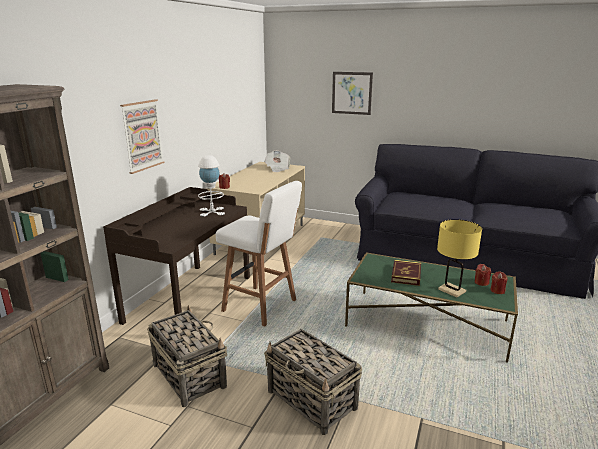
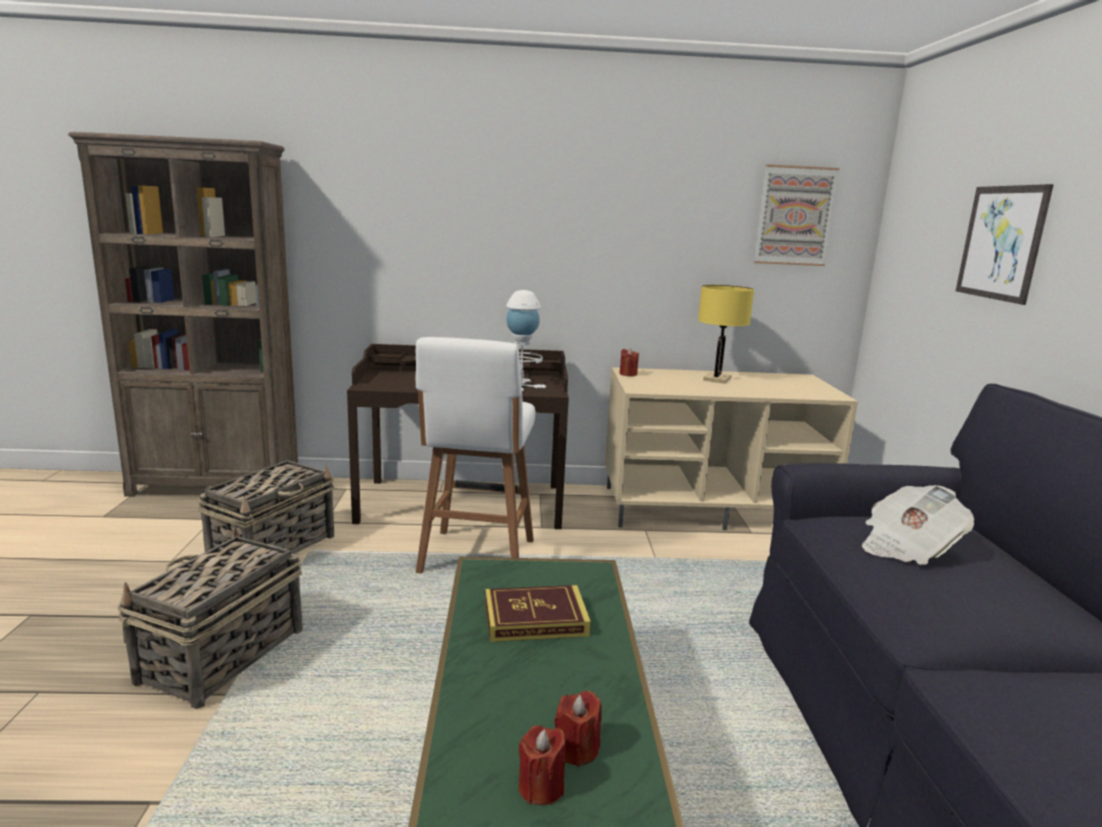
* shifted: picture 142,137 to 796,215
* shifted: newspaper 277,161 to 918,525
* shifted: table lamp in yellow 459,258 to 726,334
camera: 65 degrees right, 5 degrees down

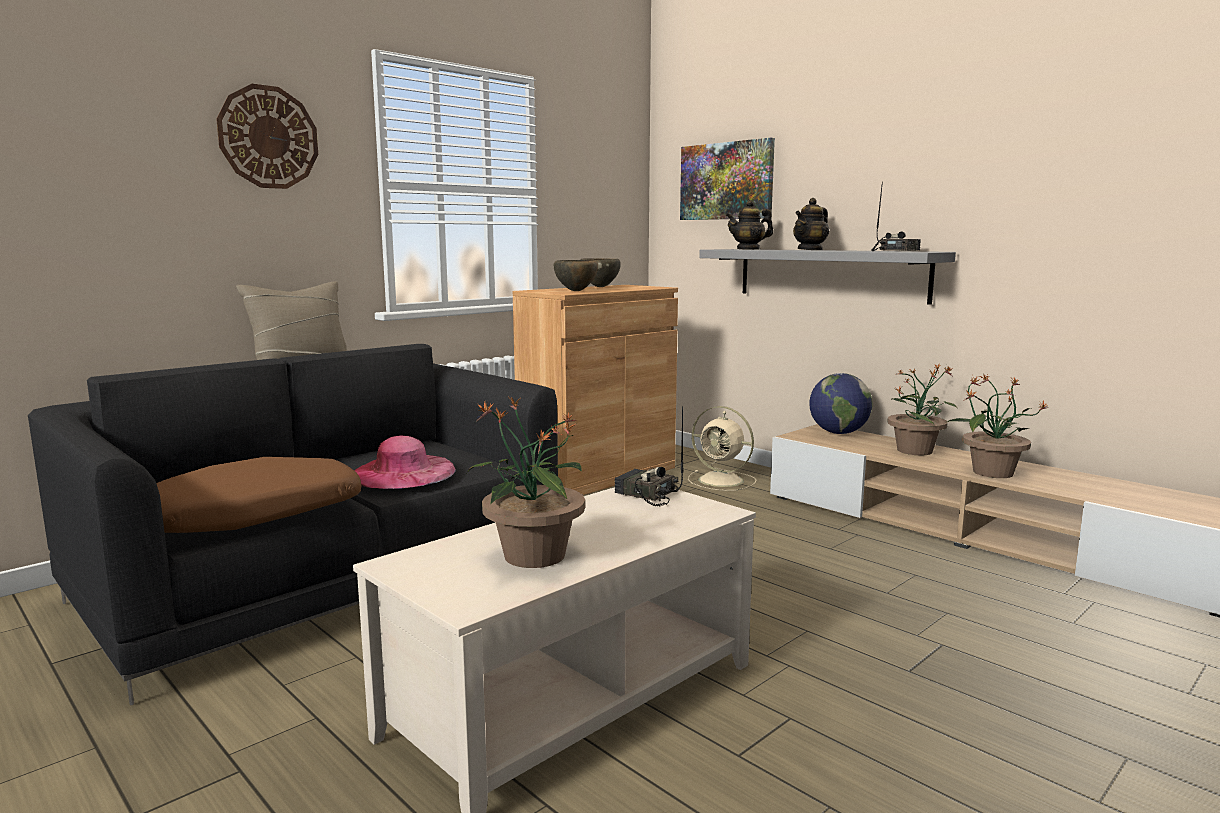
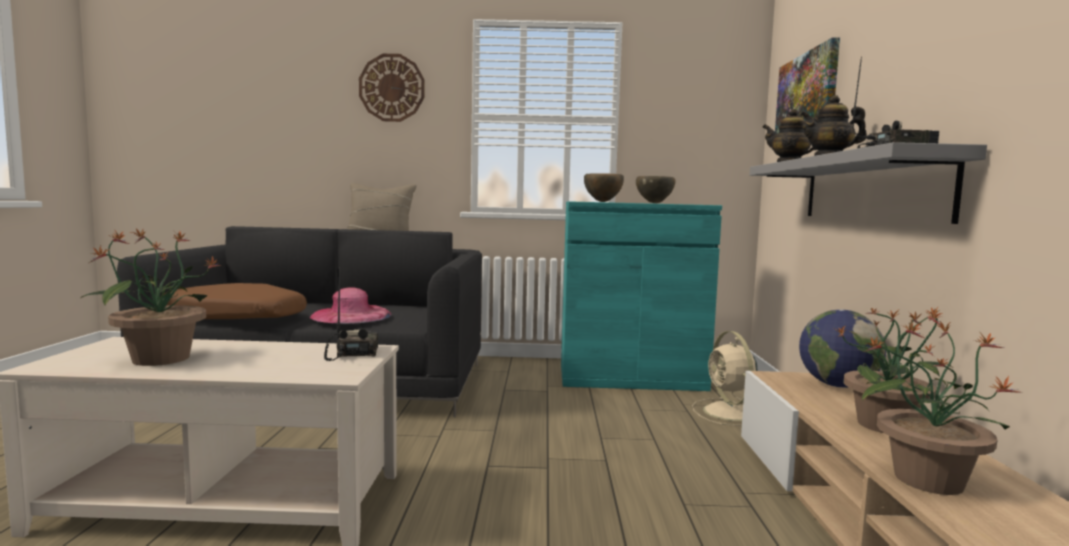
* repainted: cabinet in brown 595,390 to cabinet in turquoise 641,296
camera: 45 degrees right, 5 degrees down

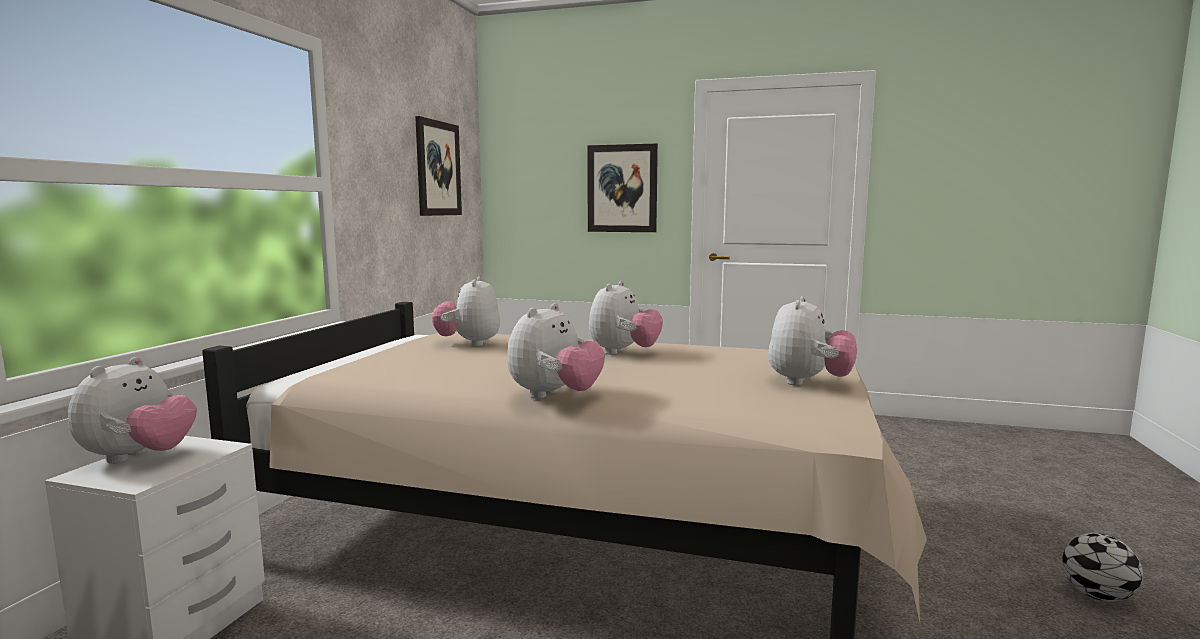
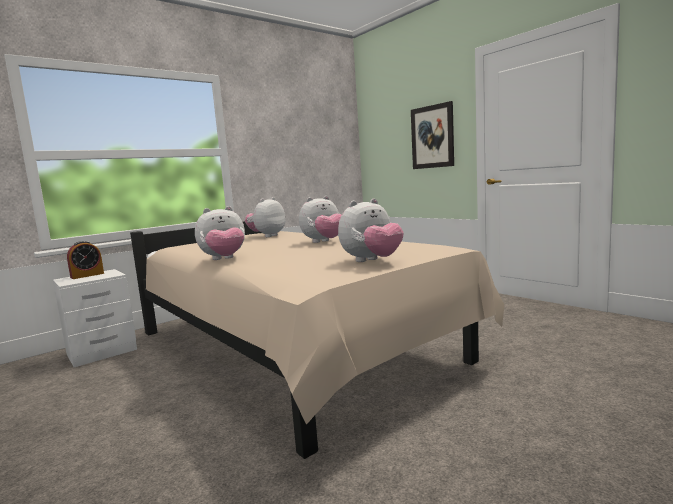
* gone: picture 438,166
* swapped: plush toy 132,410 to alarm clock 85,260
* gone: football 1102,567
camera: 35 degrees right, 0 degrees up

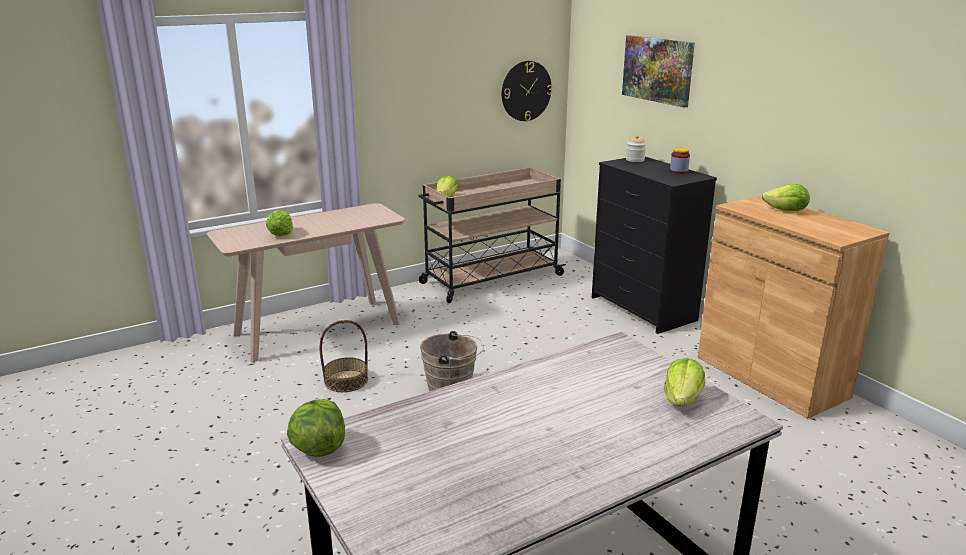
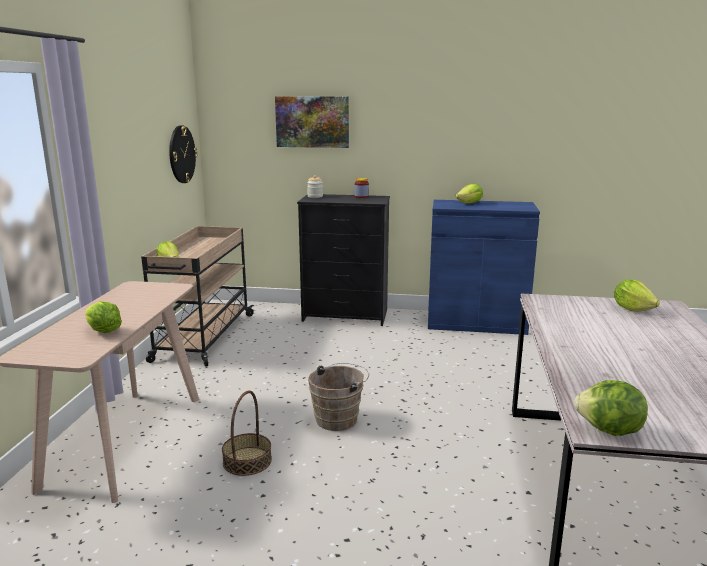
* repainted: cabinet in brown 793,307 to cabinet in blue 484,267
camera: 50 degrees left, 5 degrees down

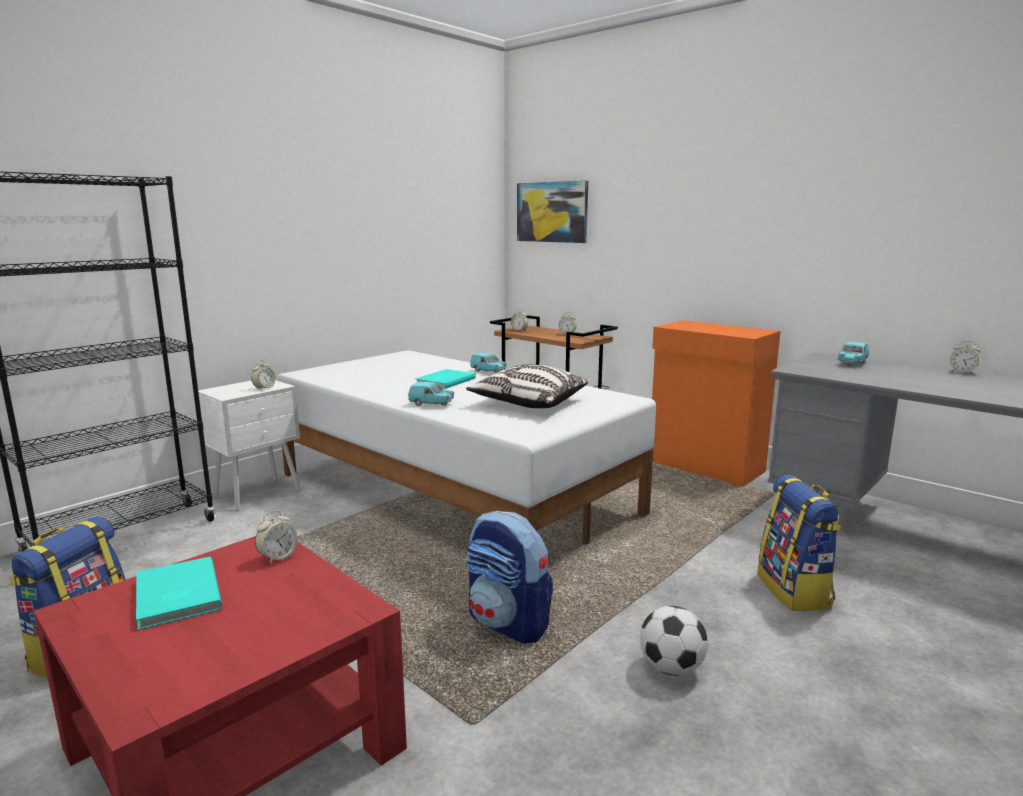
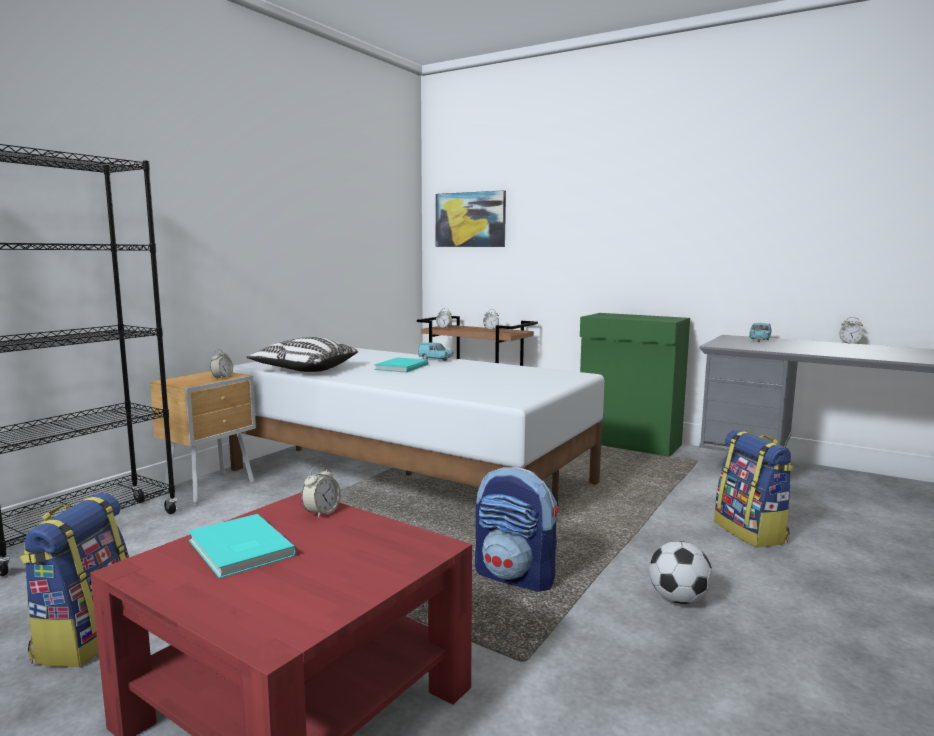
* repainted: cabinet in orange 716,403 to cabinet in green 635,385
* shifted: pillow 527,386 to 302,354
* repainted: nightstand in white 249,445 to nightstand in brown 203,437
* gone: toy car in turquoise 431,394
camera: 10 degrees left, 5 degrees down

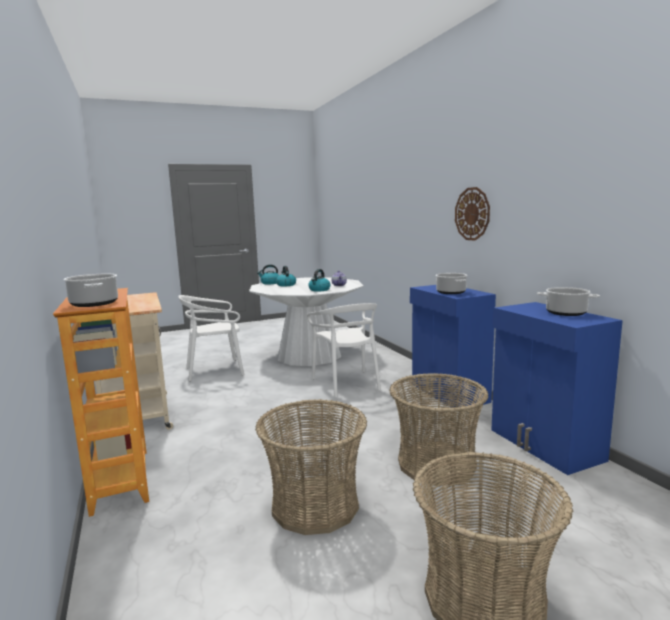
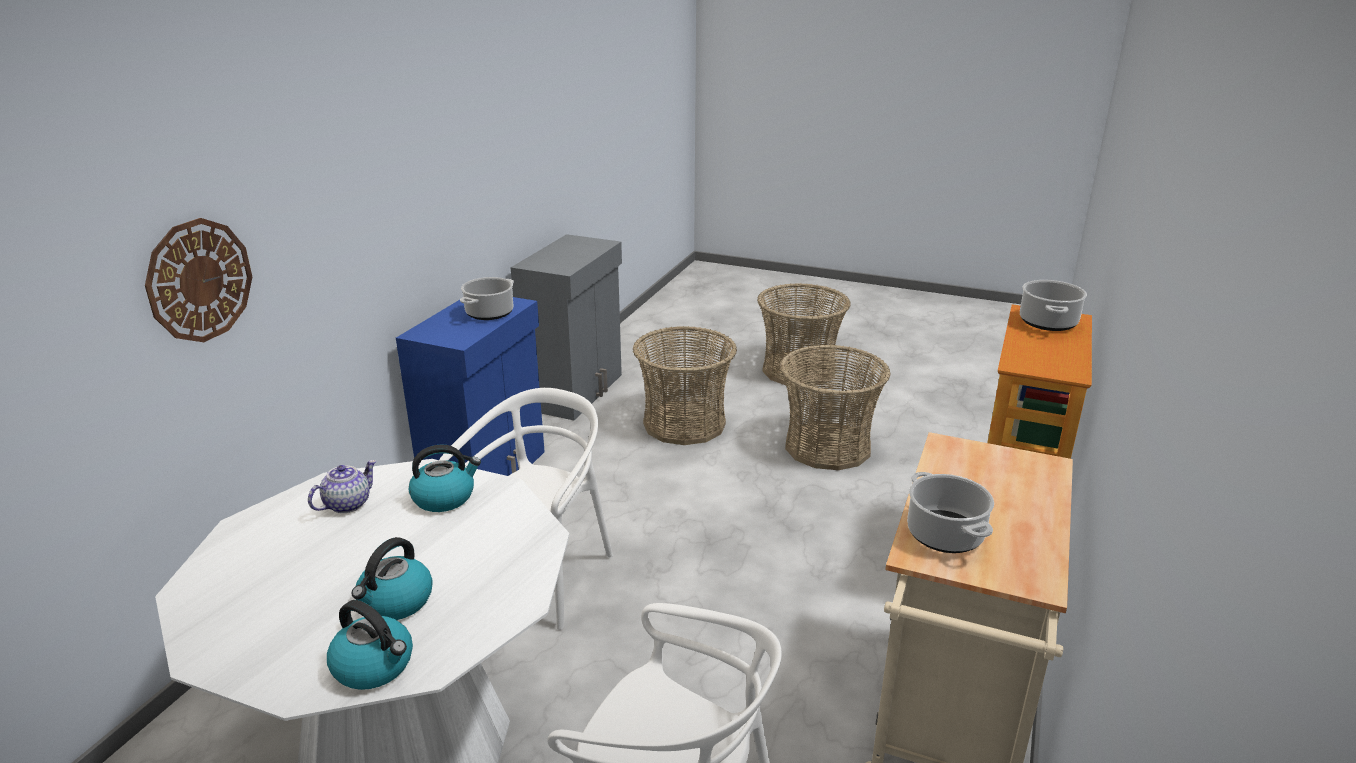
* shifted: wall clock 472,214 to 198,280
* shifted: cooking pot 568,301 to 950,512
* repainted: cabinet in blue 557,388 to cabinet in grey 566,327
camera: 135 degrees left, 15 degrees up

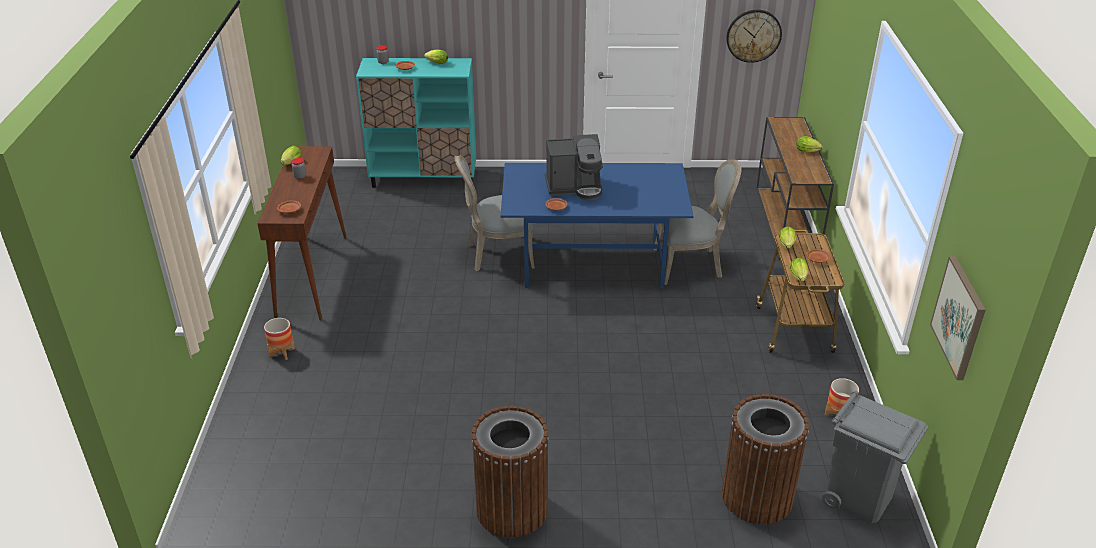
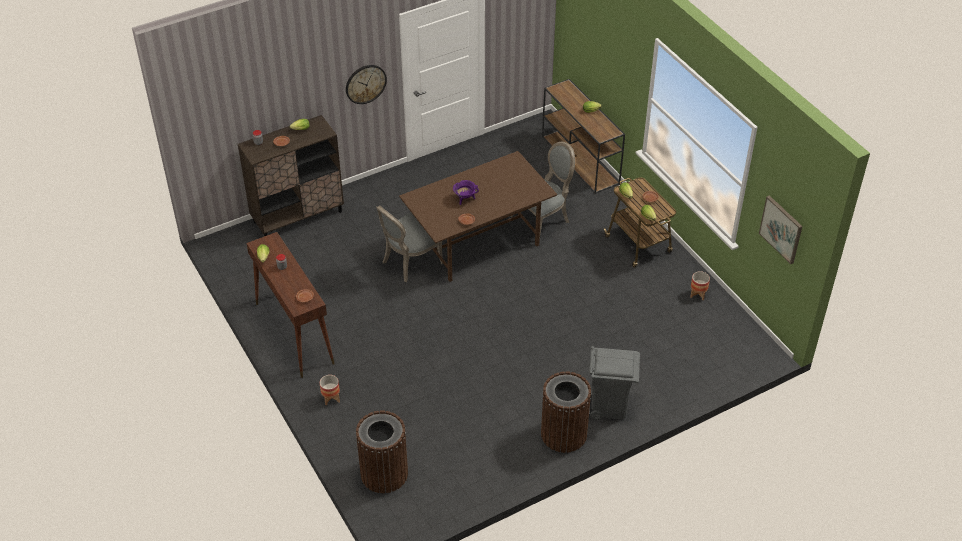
* shifted: wall clock 754,36 to 366,84
* repainted: cabinet in turquoise 416,123 to cabinet in brown 291,175
* swapped: coffee machine 574,167 to cooking pot in purple 466,192
* repainted: dining table in blue 597,225 to dining table in brown 478,216
* shifted: trash can in grey 875,456 to 614,383
* shifted: trash can in brown 765,459 to 382,452
camera: 30 degrees left, 10 degrees up

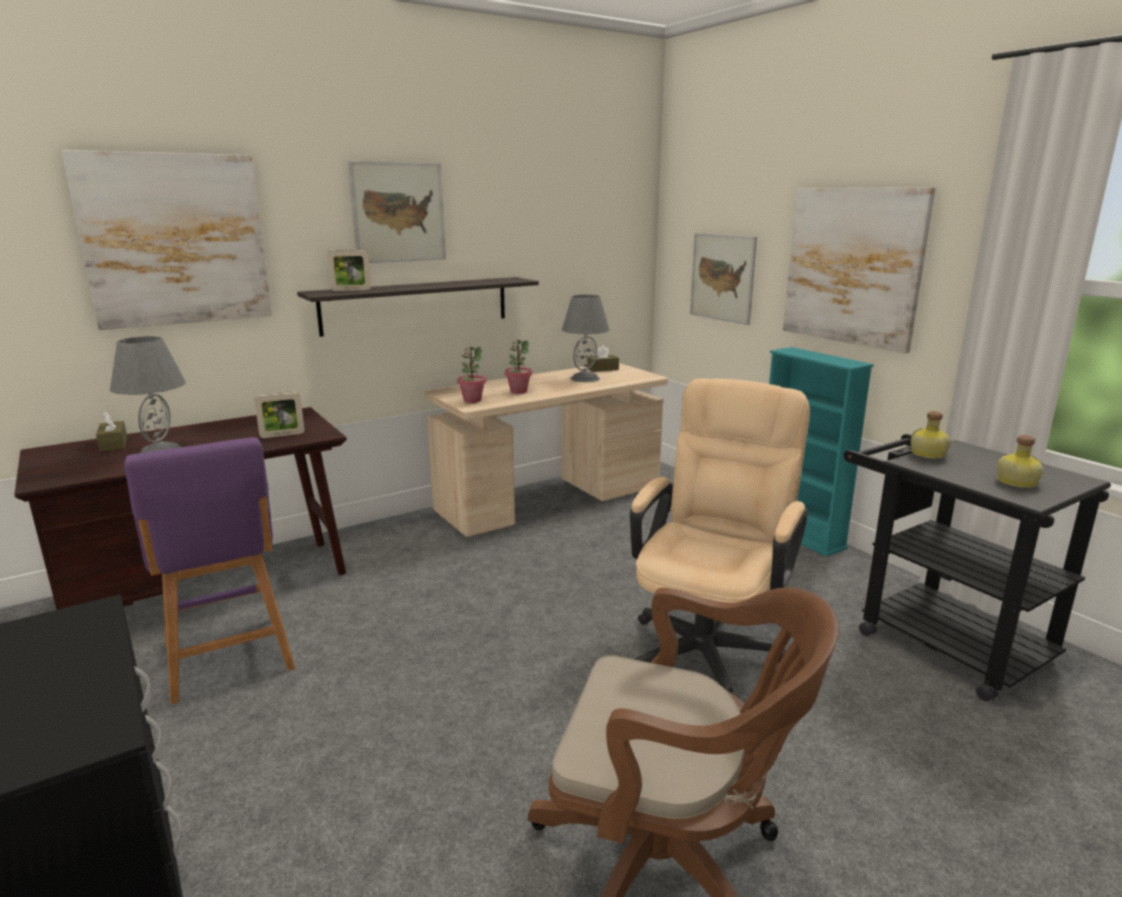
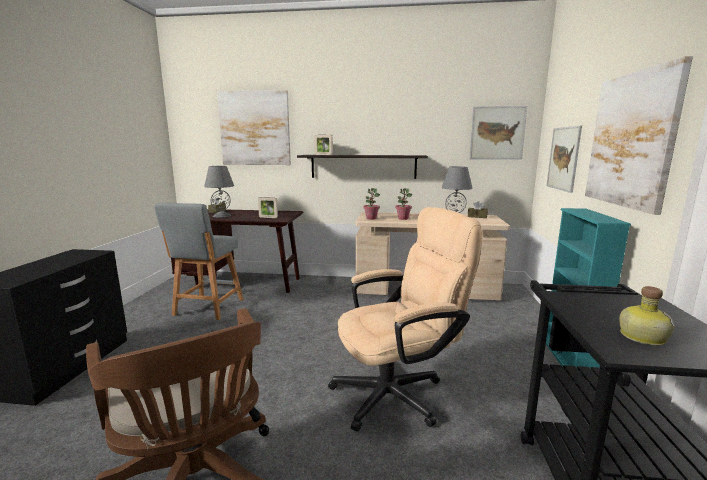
* shifted: picture 397,212 to 498,133
* gone: bottle 931,435
* repainted: stool in purple 210,570 to stool in grey 199,261
camera: 40 degrees right, 5 degrees down

